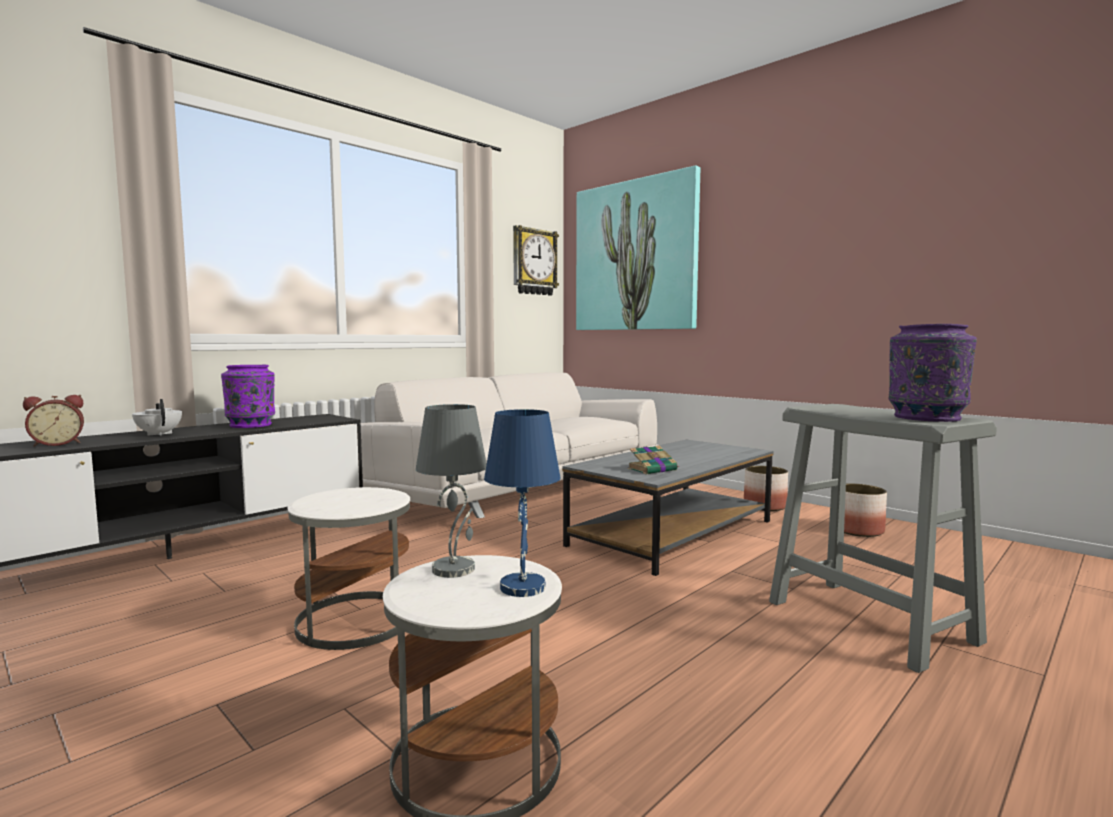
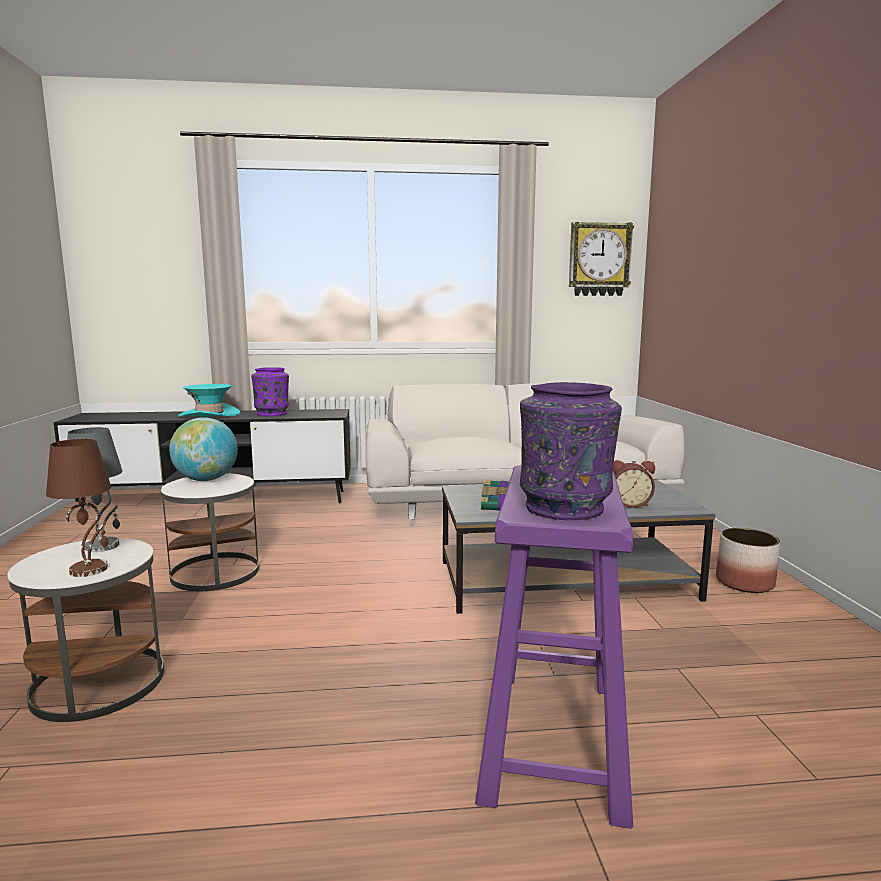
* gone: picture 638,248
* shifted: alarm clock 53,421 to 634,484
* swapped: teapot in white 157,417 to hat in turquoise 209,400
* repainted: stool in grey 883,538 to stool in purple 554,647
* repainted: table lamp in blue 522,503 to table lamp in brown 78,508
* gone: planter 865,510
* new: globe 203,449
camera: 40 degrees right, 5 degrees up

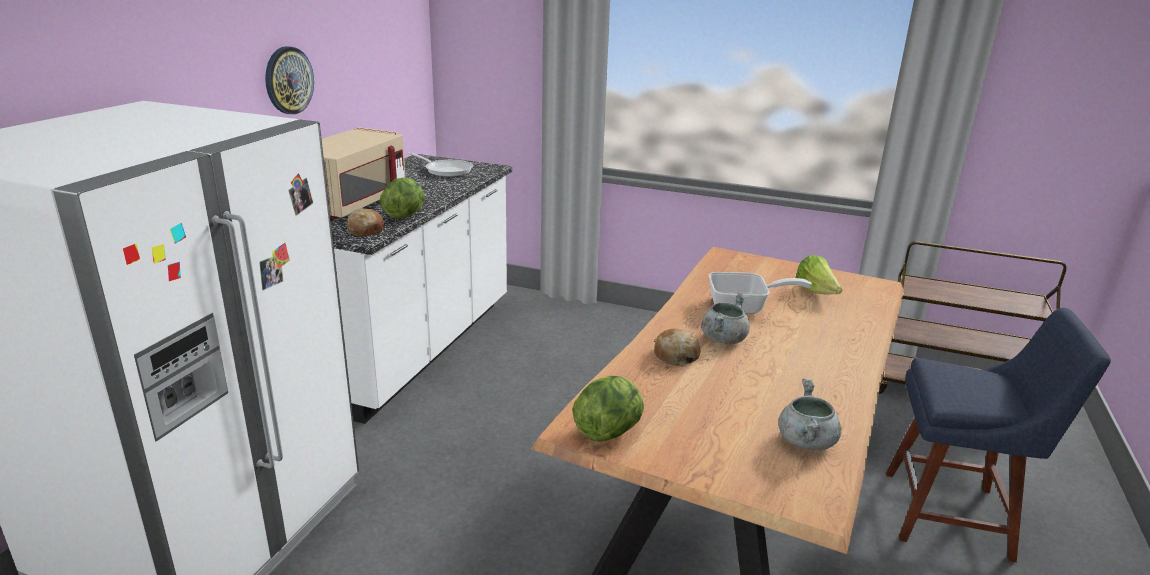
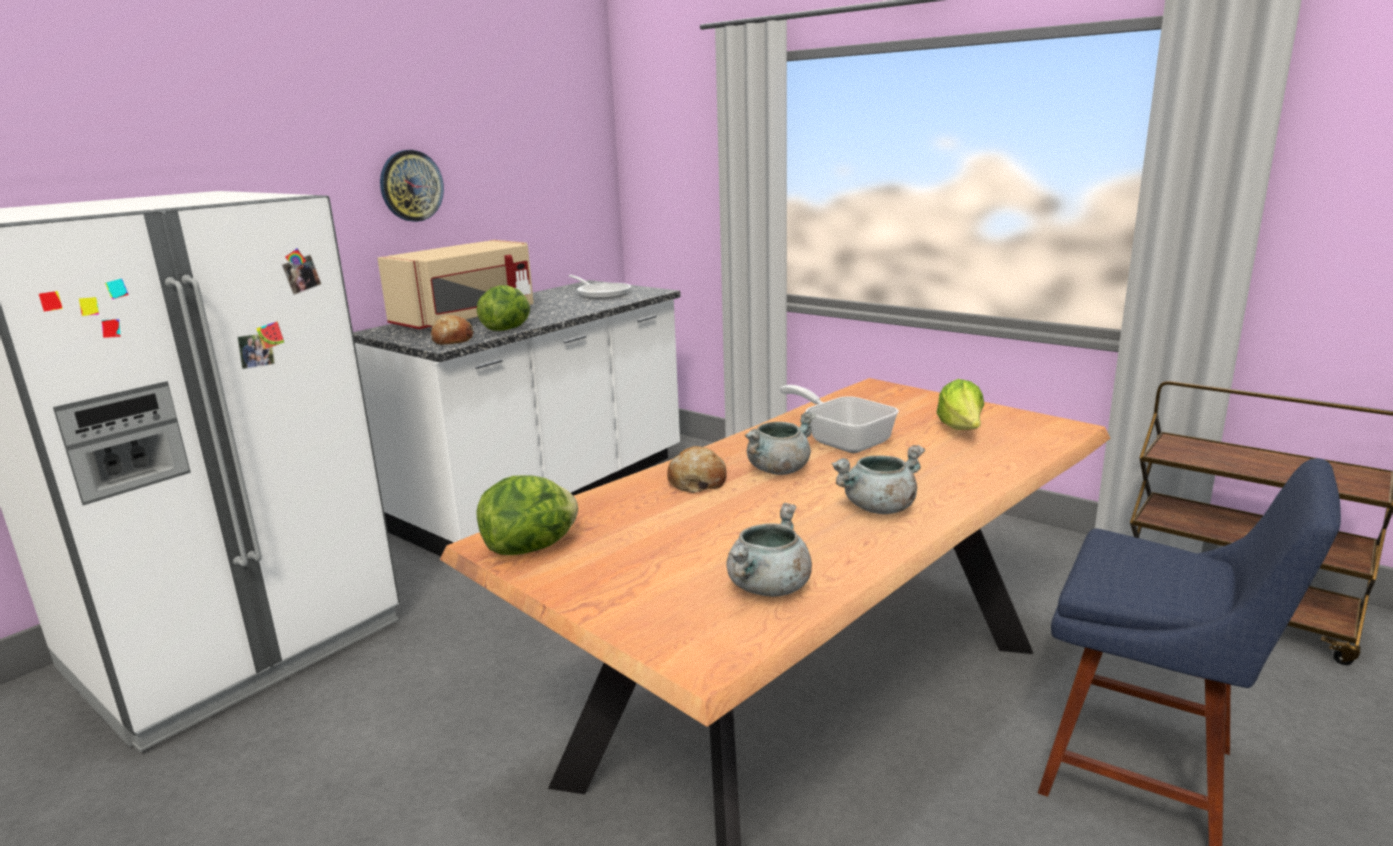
* rotated: frying pan 760,293 = 839,419 150 degrees counterclockwise
* new: cooking pot in grey 878,479
camera: 20 degrees right, 5 degrees down

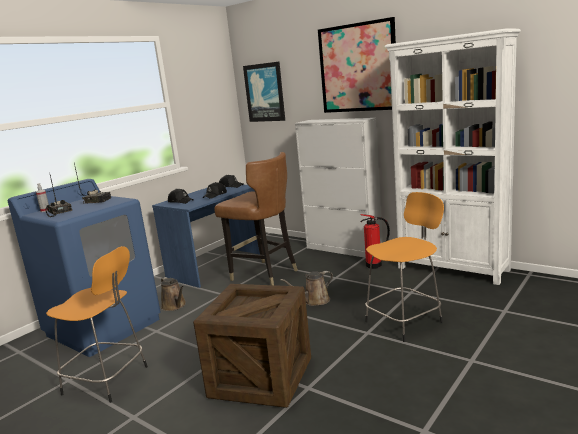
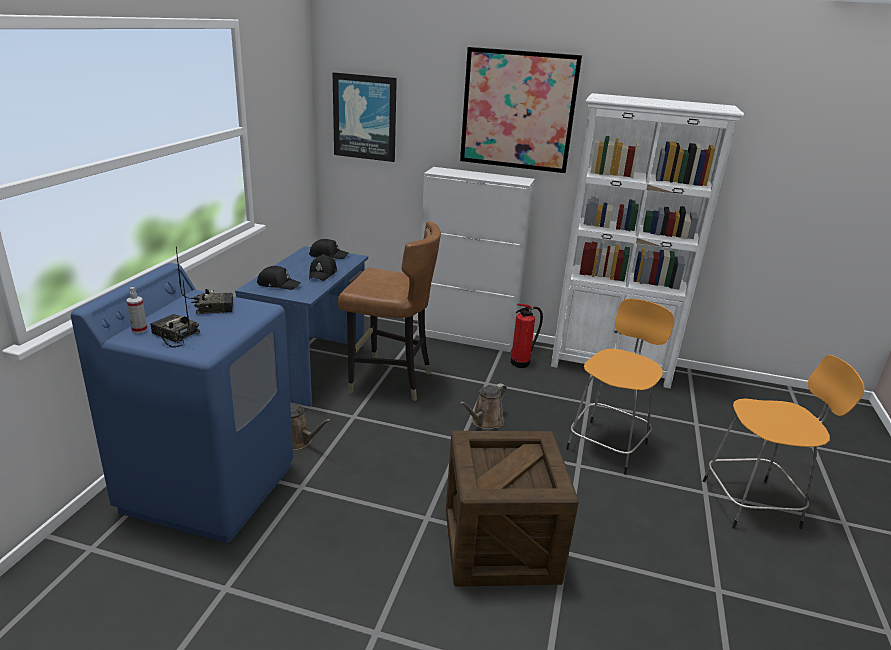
* shifted: stool in orange 97,324 to 784,442
camera: 25 degrees left, 10 degrees up

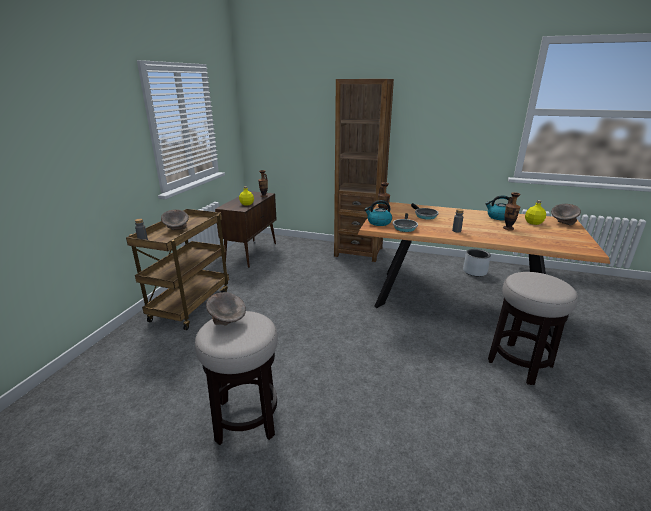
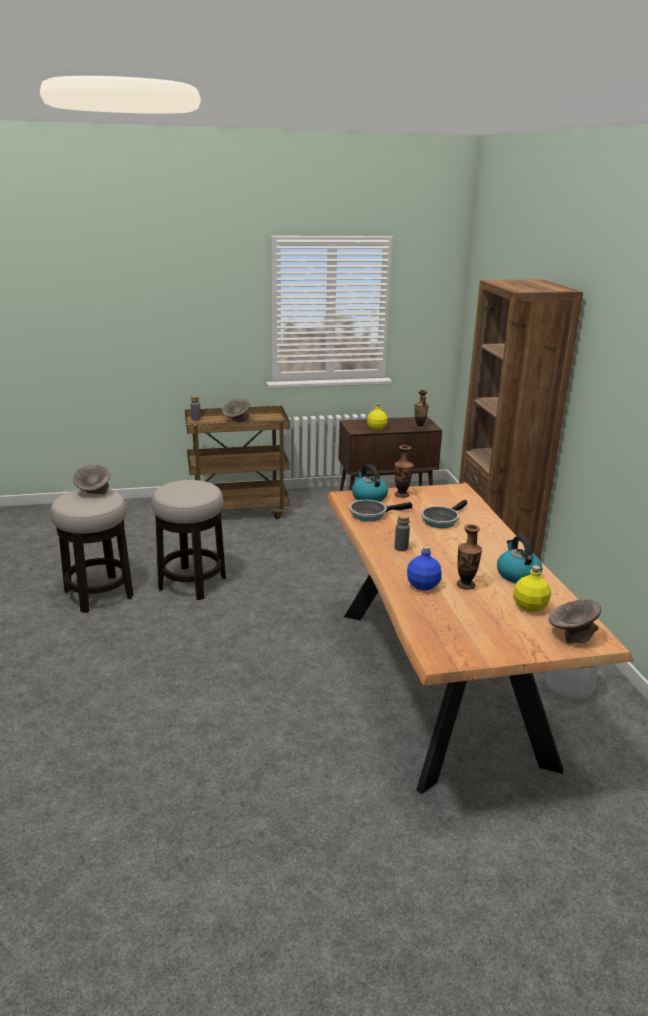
* shifted: stool 533,328 to 188,540
* new: bottle in blue 424,568
camera: 60 degrees right, 0 degrees up

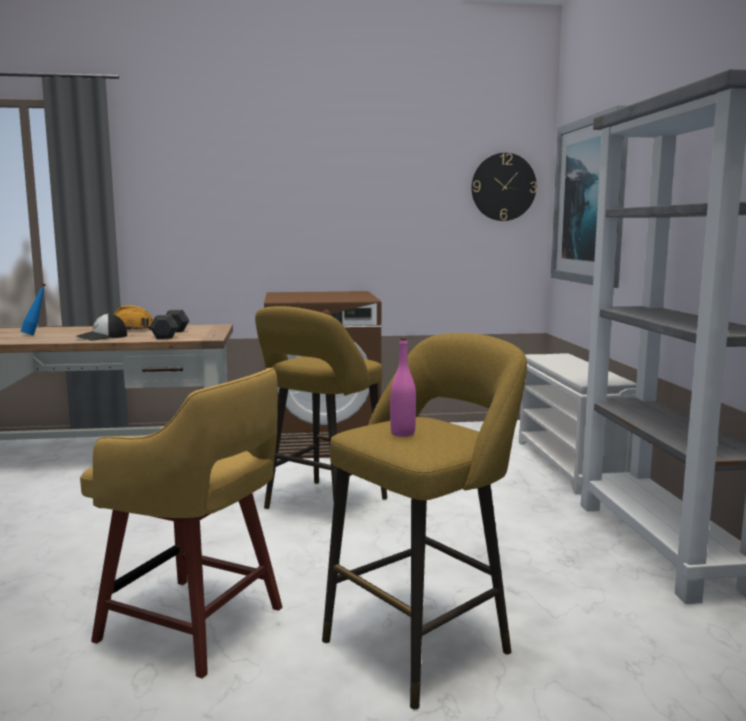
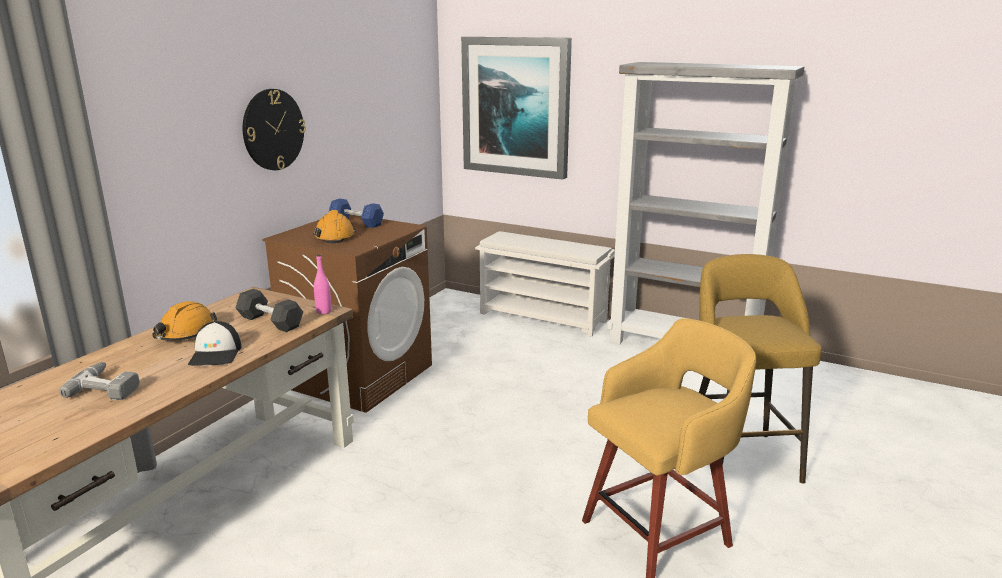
* shifted: wall clock 504,187 to 274,129
* swapped: bottle in blue 33,309 to power drill 99,381
* gone: stool in yellow 321,407
* shifted: bottle in pink 403,387 to 322,284
* new: dumbbell in blue 356,213
* new: hard hat in orange 334,226
camera: 55 degrees left, 10 degrees up

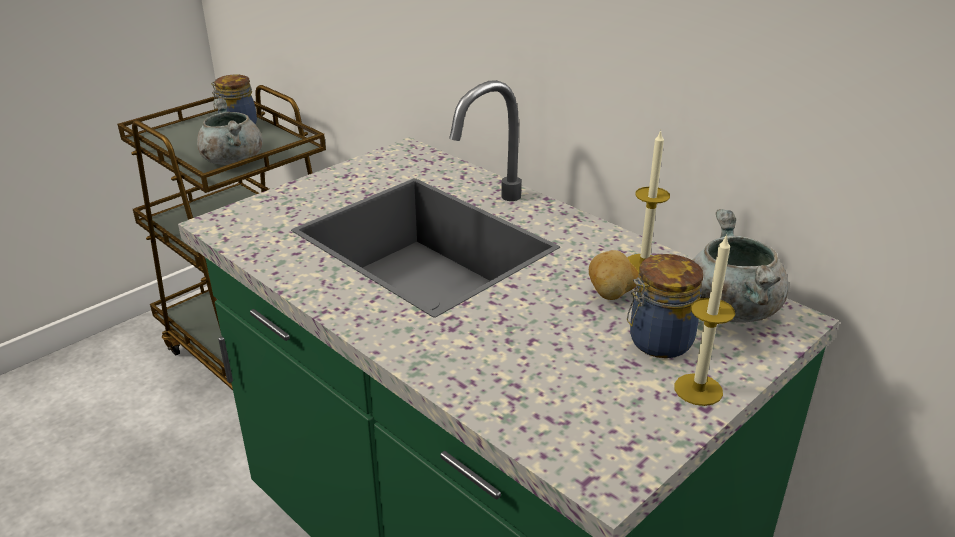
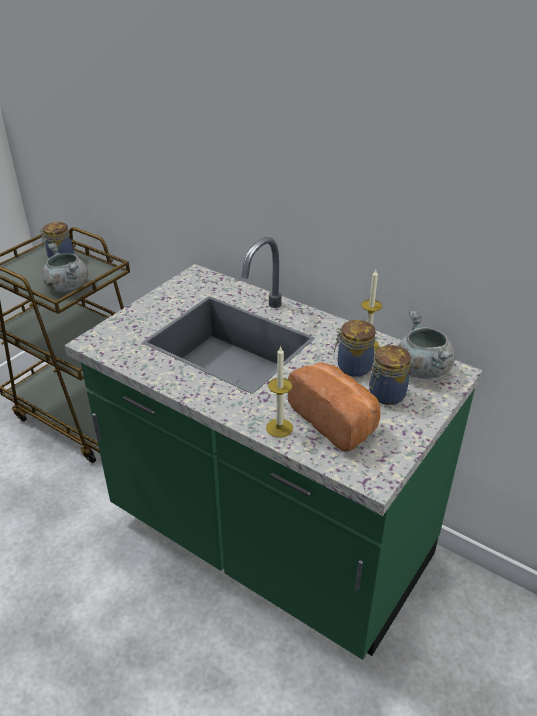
* shifted: candle 704,320 to 279,392
* swapped: potato 614,275 to jar 355,348
* new: bread 334,407
camera: 10 degrees left, 5 degrees up

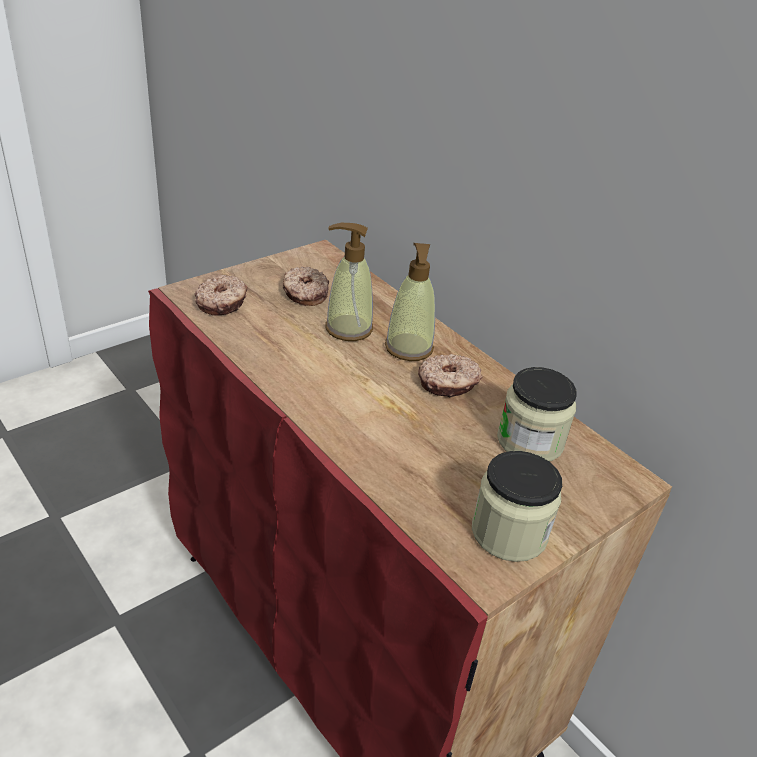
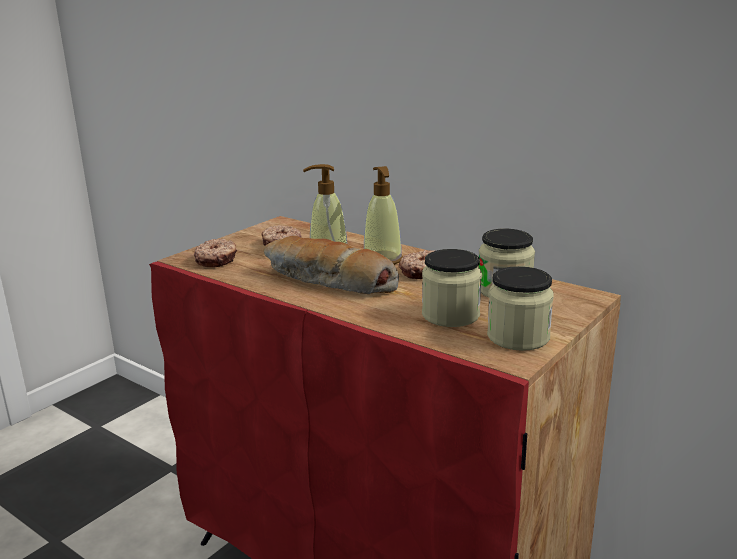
* new: bread 331,265
* new: jar 452,288
camera: 10 degrees left, 15 degrees down

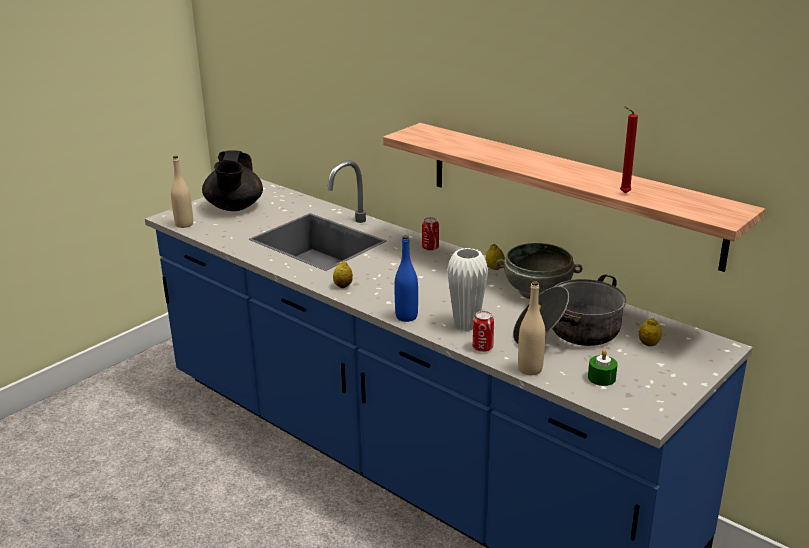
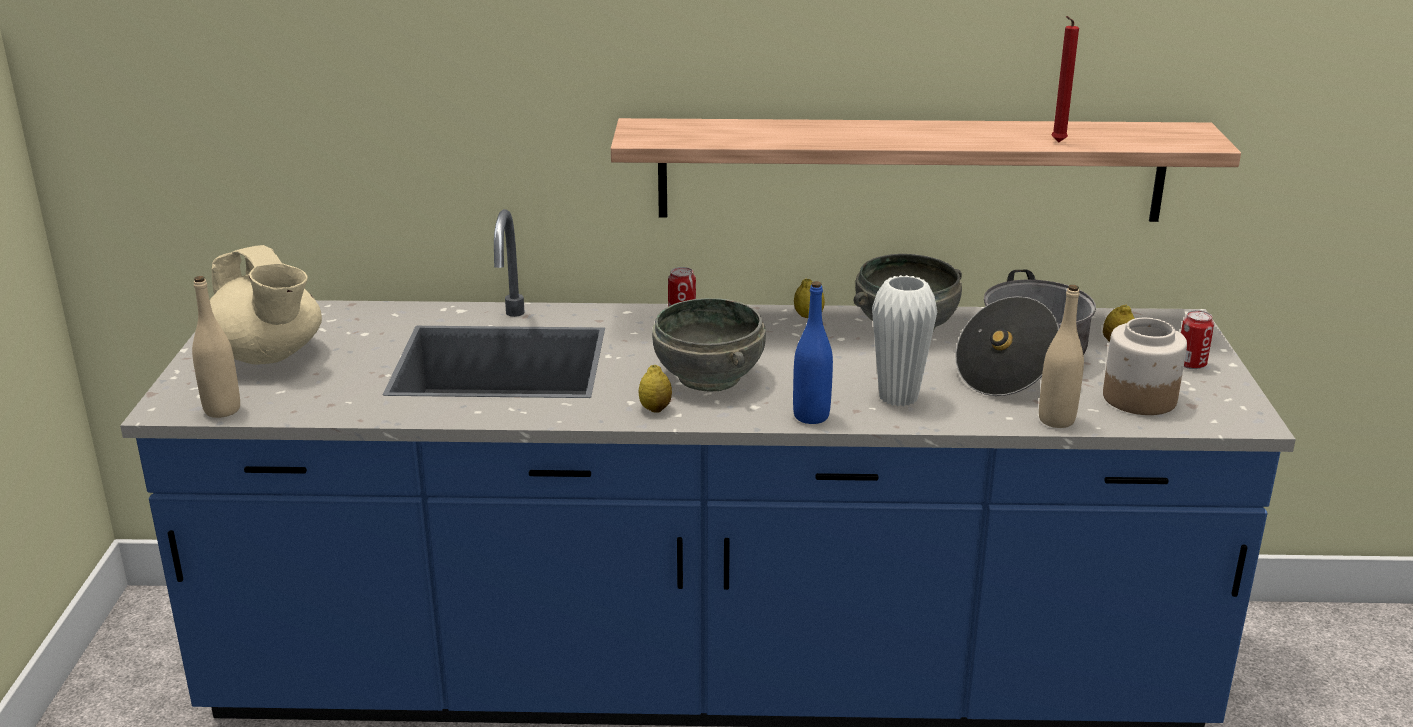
* repainted: teapot in black 232,180 to teapot in beige 266,304
* shifted: can 483,331 to 1197,339
* swapped: candle in green 603,368 to jar 1145,366
* new: bowl in grey 709,344
camera: 40 degrees left, 0 degrees up

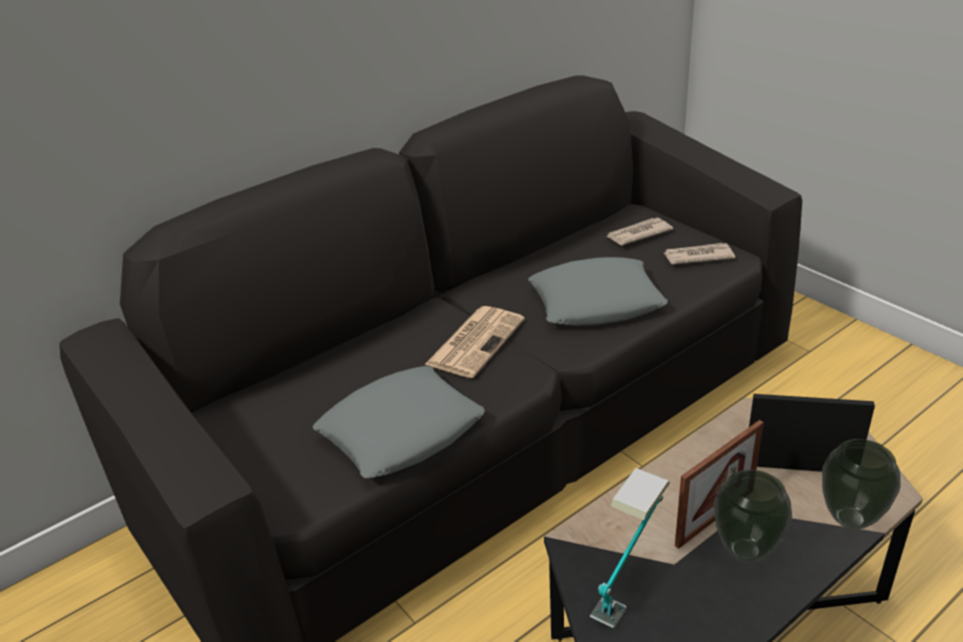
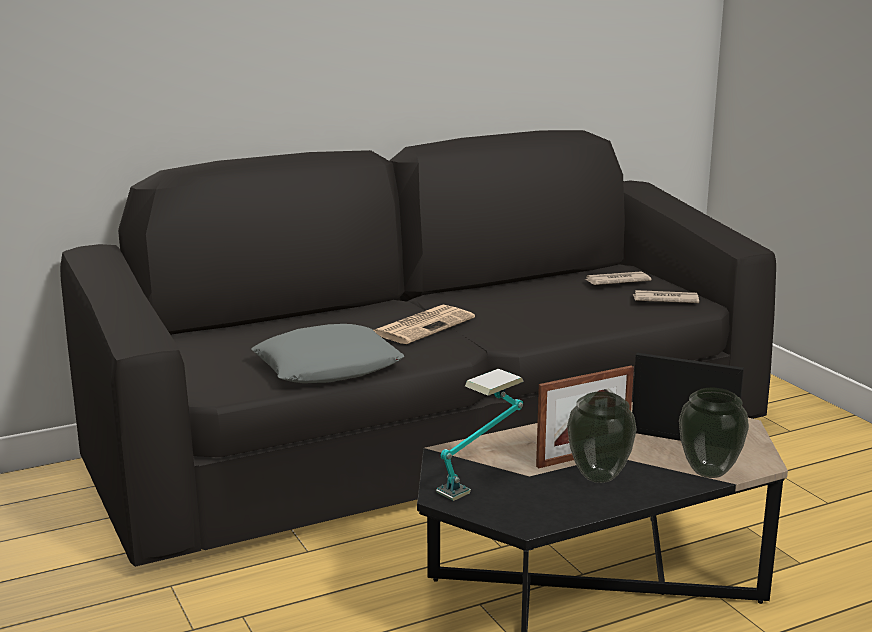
* gone: pillow in grey 598,291
camera: 10 degrees right, 15 degrees down

